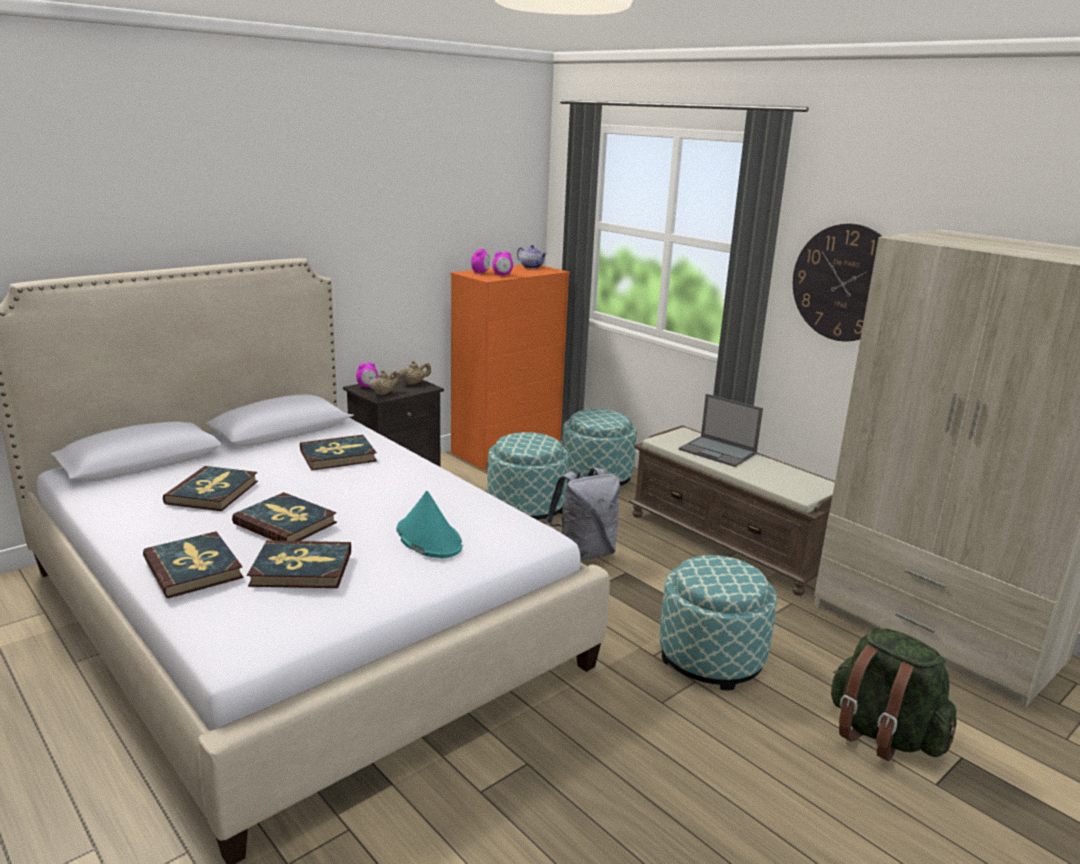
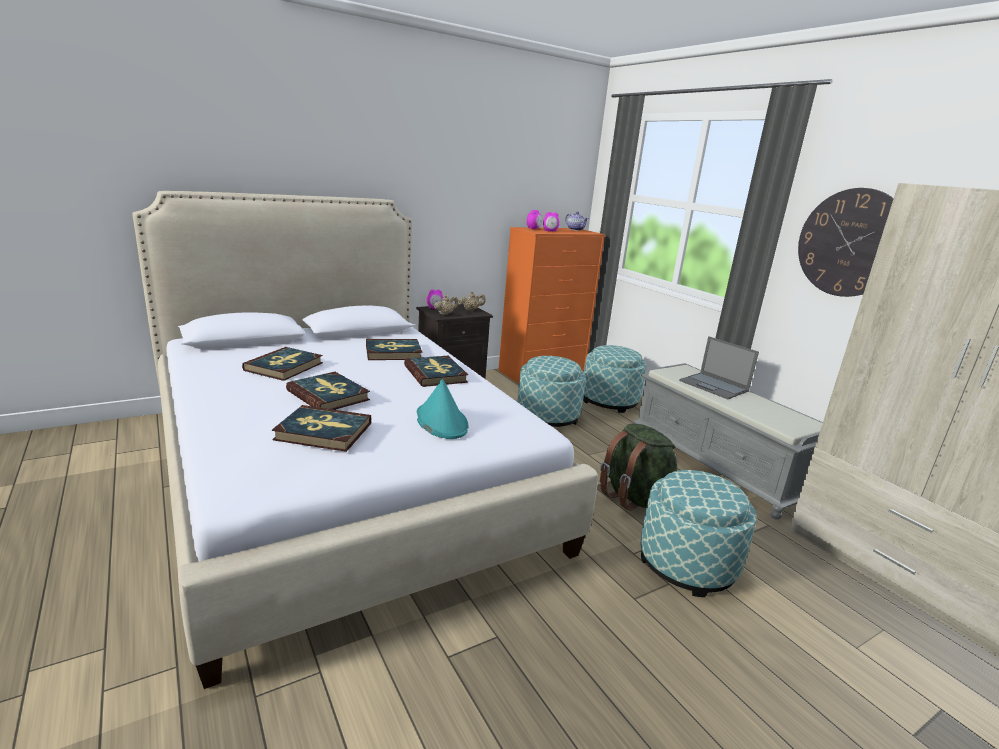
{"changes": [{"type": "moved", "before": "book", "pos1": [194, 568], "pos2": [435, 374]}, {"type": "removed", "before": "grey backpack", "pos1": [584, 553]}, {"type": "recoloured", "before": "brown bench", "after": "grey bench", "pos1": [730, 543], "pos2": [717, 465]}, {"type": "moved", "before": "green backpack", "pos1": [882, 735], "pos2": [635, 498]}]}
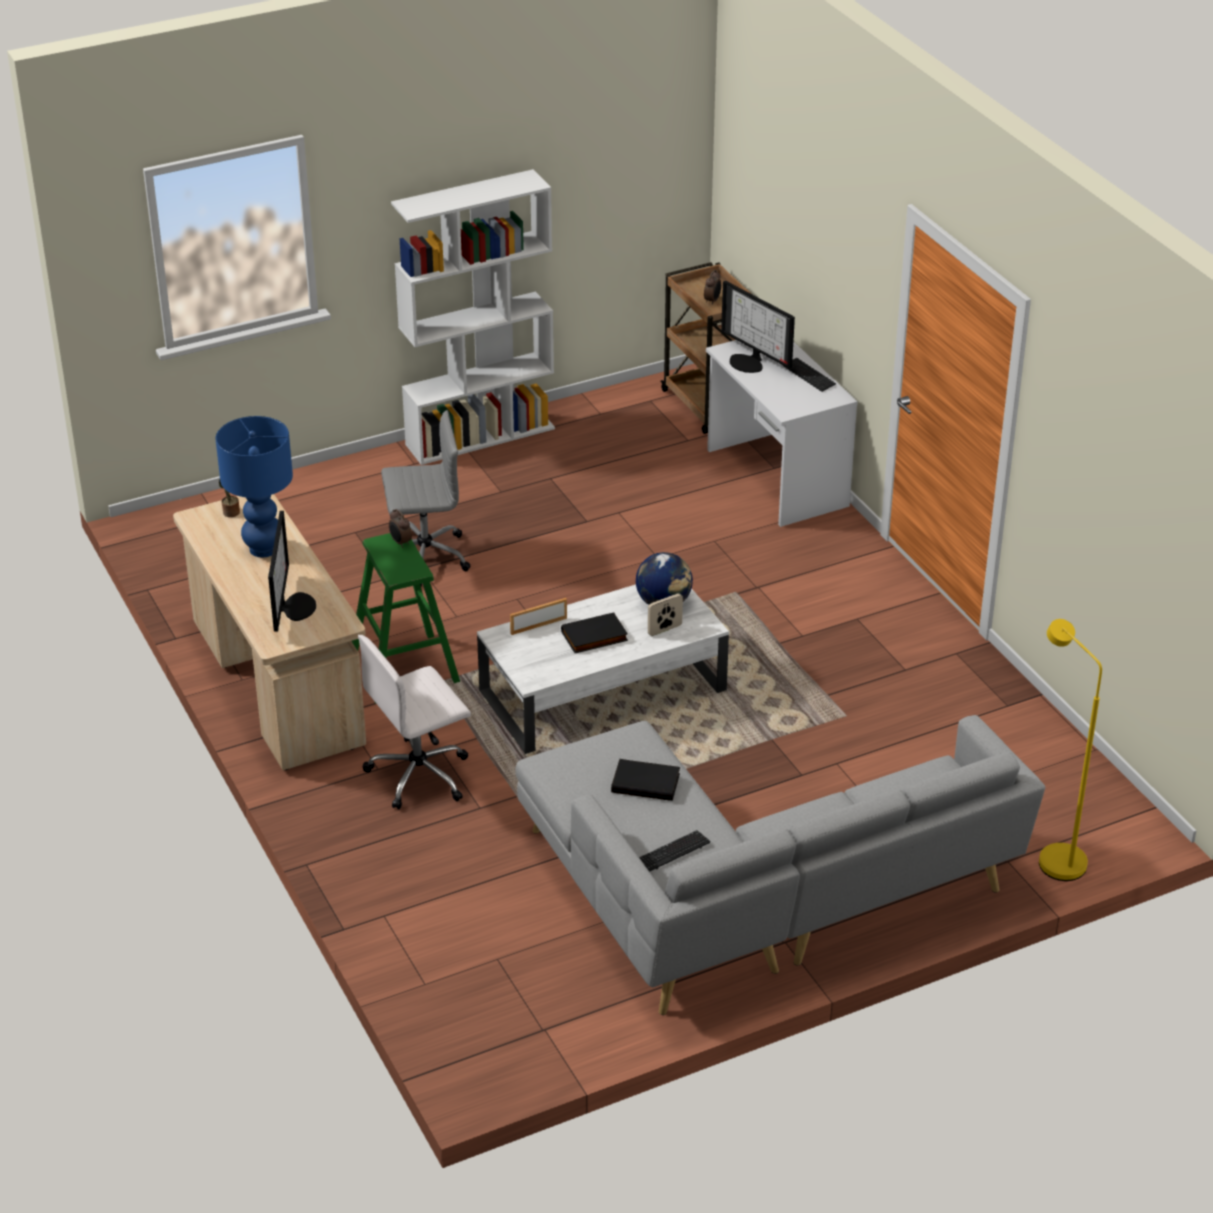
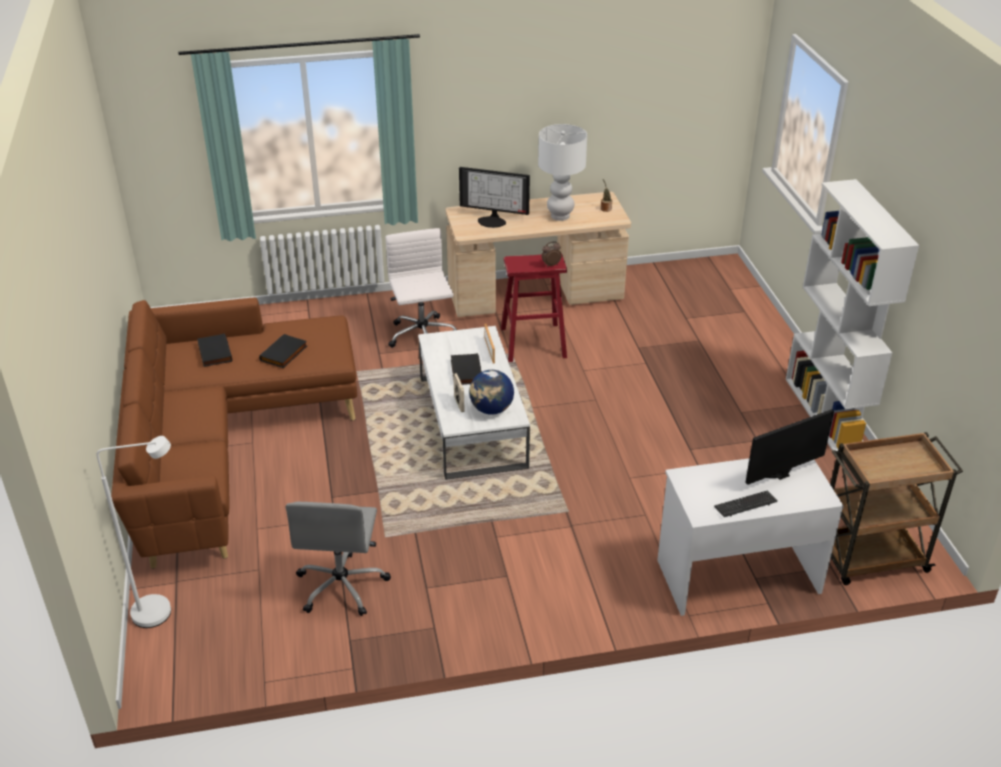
{"changes": [{"type": "recoloured", "before": "blue table lamp", "after": "white table lamp", "pos1": [264, 549], "pos2": [559, 216]}, {"type": "recoloured", "before": "green stool", "after": "red stool", "pos1": [404, 668], "pos2": [533, 342]}, {"type": "moved", "before": "grey office chair", "pos1": [423, 557], "pos2": [342, 585]}, {"type": "recoloured", "before": "grey sofa", "after": "brown sofa", "pos1": [750, 900], "pos2": [225, 445]}, {"type": "replaced", "before": "keyboard", "after": "black book", "pos1": [673, 852], "pos2": [213, 352]}, {"type": "removed", "before": "alarm clock", "pos1": [712, 301]}, {"type": "recoloured", "before": "yellow floor lamp", "after": "white floor lamp", "pos1": [1054, 856], "pos2": [163, 611]}]}
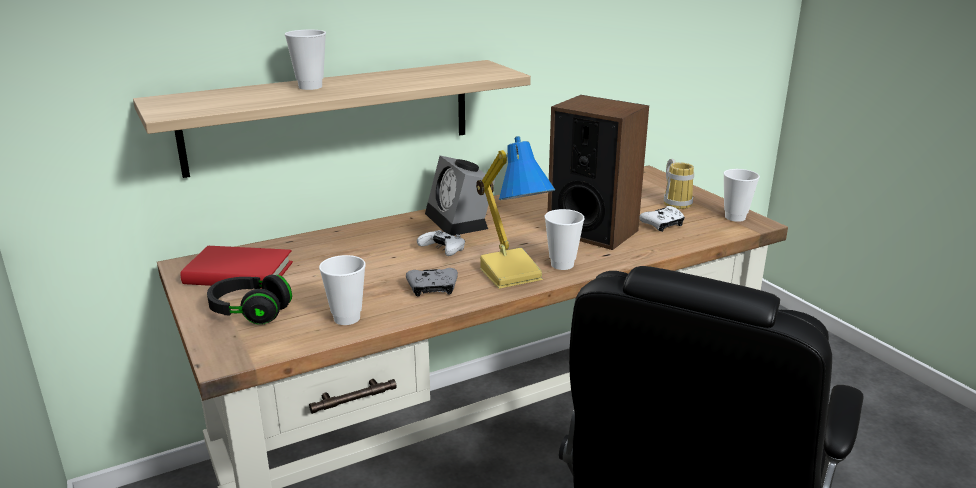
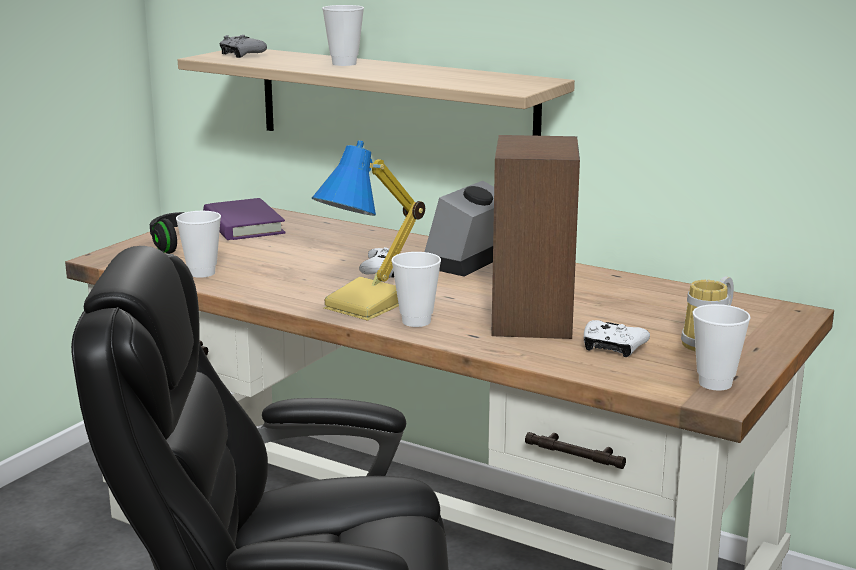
{"changes": [{"type": "recoloured", "before": "red book", "after": "purple book", "pos1": [239, 273], "pos2": [243, 225]}, {"type": "moved", "before": "grey game controller", "pos1": [432, 289], "pos2": [241, 55]}]}
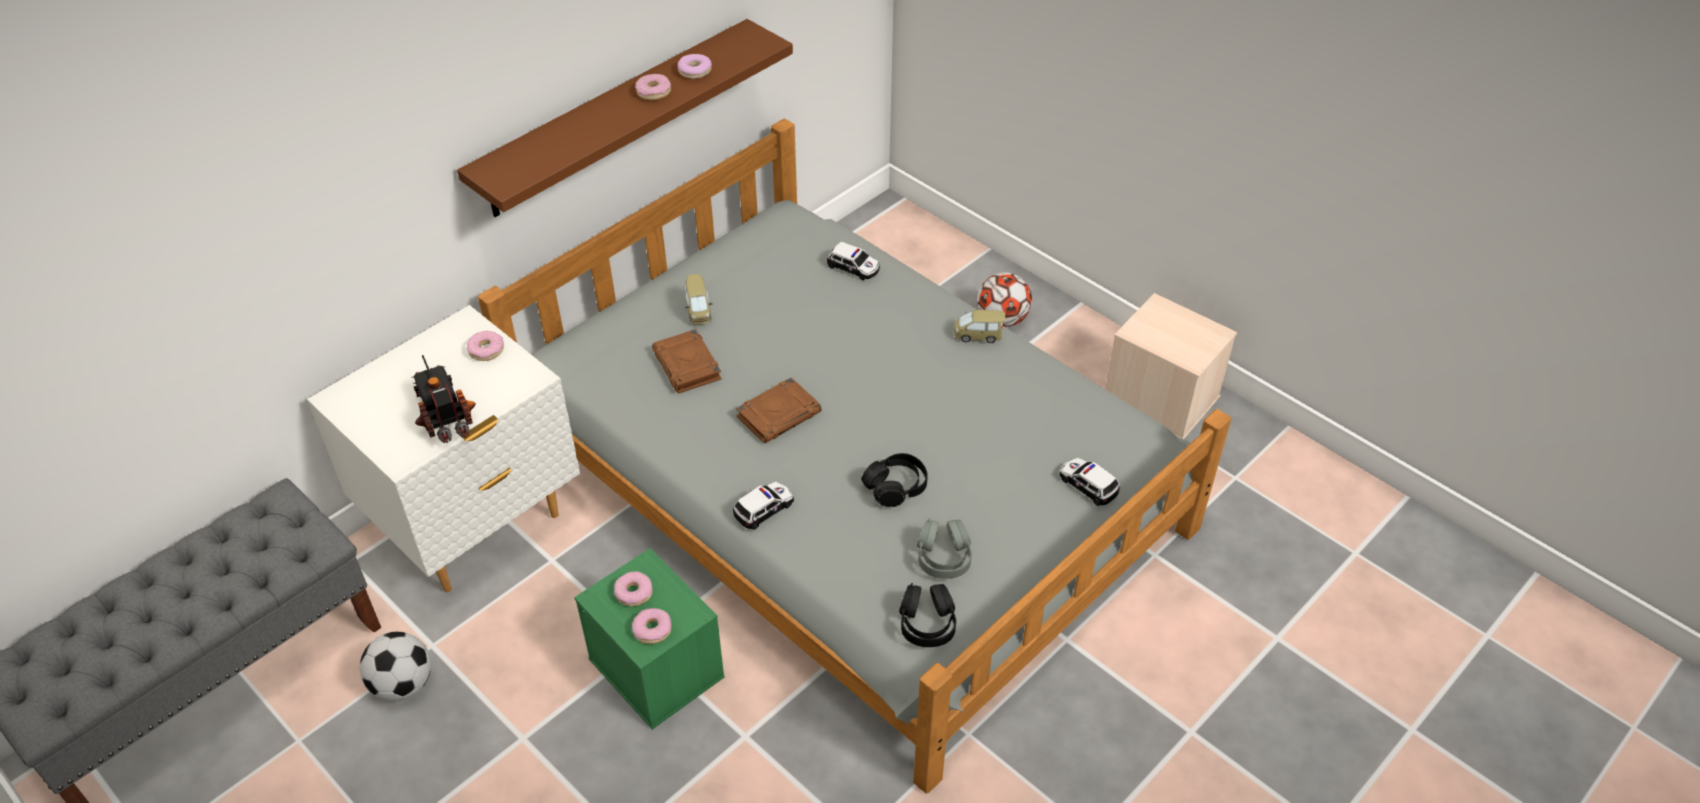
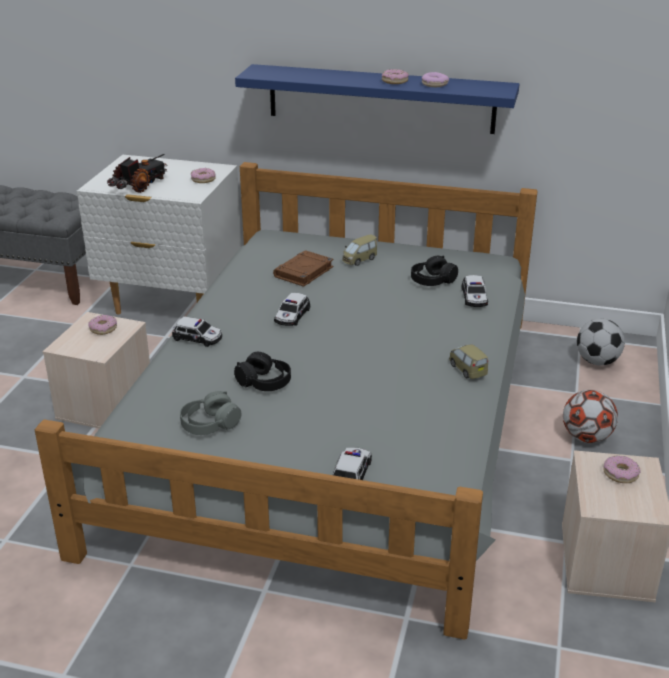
{"changes": [{"type": "moved", "before": "football", "pos1": [404, 684], "pos2": [597, 361]}, {"type": "recoloured", "before": "brown shelf", "after": "blue shelf", "pos1": [615, 118], "pos2": [380, 99]}, {"type": "recoloured", "before": "green storage box", "after": "beige storage box", "pos1": [658, 668], "pos2": [105, 404]}, {"type": "moved", "before": "donut", "pos1": [652, 630], "pos2": [620, 474]}, {"type": "replaced", "before": "brown book", "after": "toy car", "pos1": [779, 414], "pos2": [292, 316]}, {"type": "moved", "before": "black headphones", "pos1": [927, 623], "pos2": [432, 280]}]}
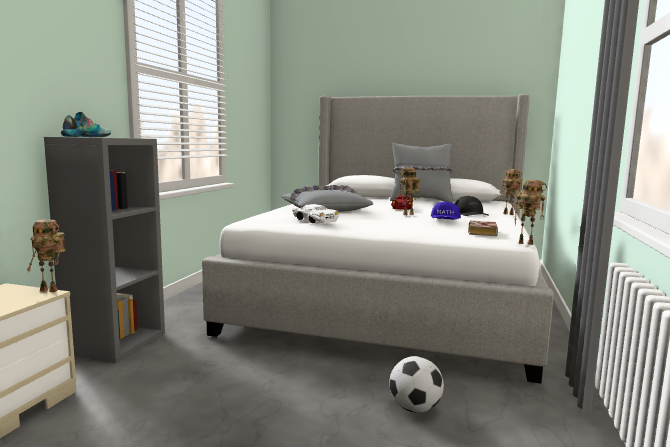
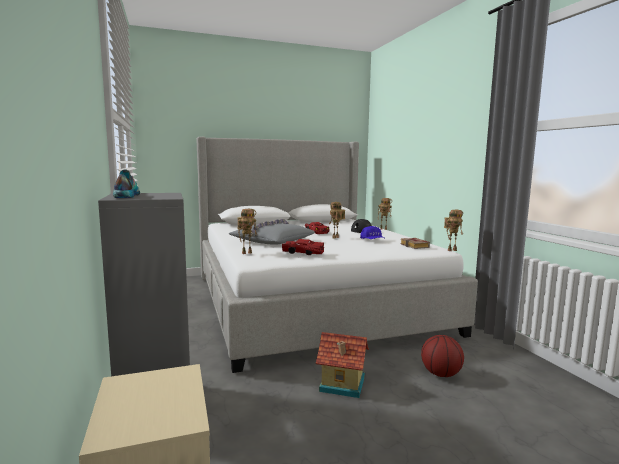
{"changes": [{"type": "moved", "before": "toy robot", "pos1": [51, 290], "pos2": [247, 253]}, {"type": "recoloured", "before": "white toy car", "after": "red toy car", "pos1": [314, 220], "pos2": [302, 252]}, {"type": "replaced", "before": "football", "after": "basketball", "pos1": [415, 408], "pos2": [441, 374]}, {"type": "removed", "before": "grey pillow", "pos1": [420, 201]}, {"type": "added", "after": "toy house", "pos2": [342, 385]}]}
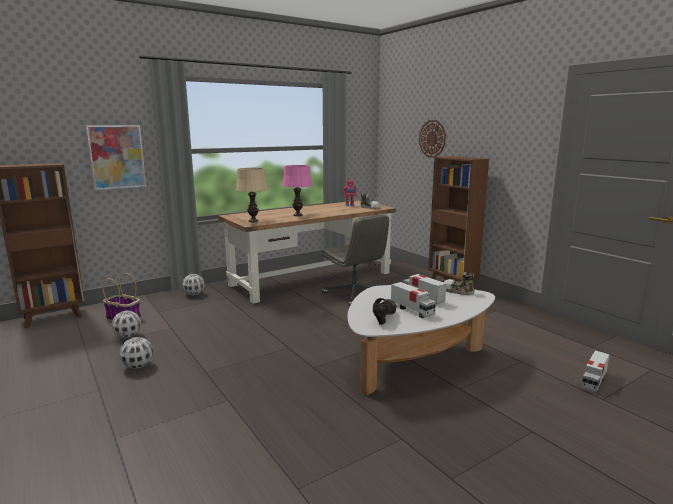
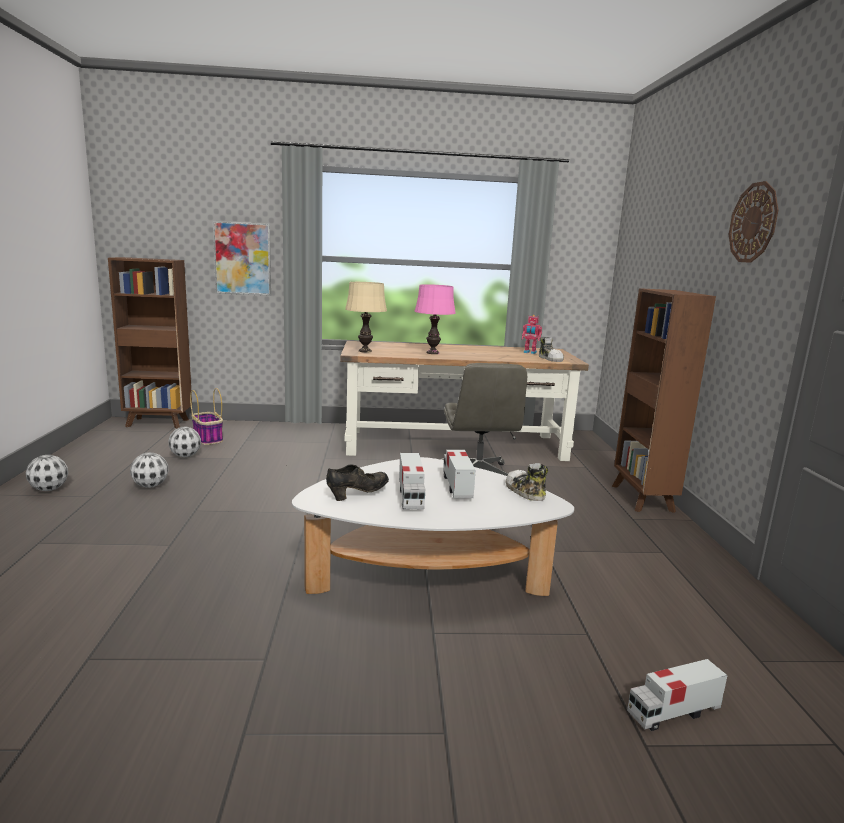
{"changes": [{"type": "moved", "before": "football", "pos1": [194, 294], "pos2": [49, 490]}, {"type": "moved", "before": "wall clock", "pos1": [432, 138], "pos2": [753, 223]}]}
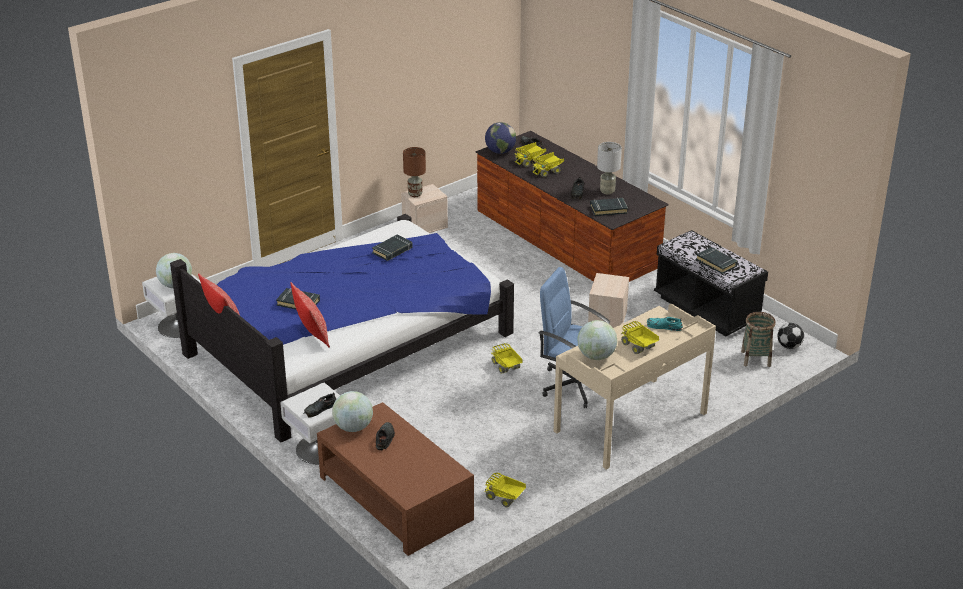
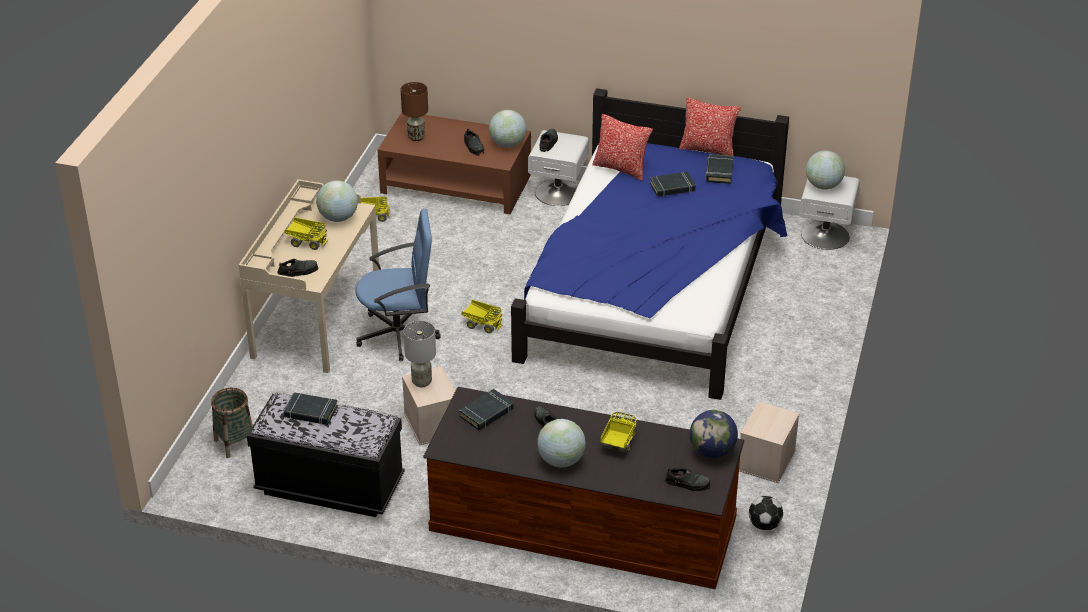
{"changes": [{"type": "moved", "before": "black book", "pos1": [392, 250], "pos2": [719, 172]}, {"type": "moved", "before": "brown table lamp", "pos1": [415, 194], "pos2": [416, 137]}, {"type": "removed", "before": "toy truck", "pos1": [530, 161]}, {"type": "moved", "before": "grey table lamp", "pos1": [607, 191], "pos2": [421, 382]}, {"type": "recoloured", "before": "turquoise shoe", "after": "black shoe", "pos1": [663, 326], "pos2": [298, 271]}, {"type": "moved", "before": "football", "pos1": [789, 346], "pos2": [765, 525]}, {"type": "added", "after": "globe", "pos2": [561, 461]}]}
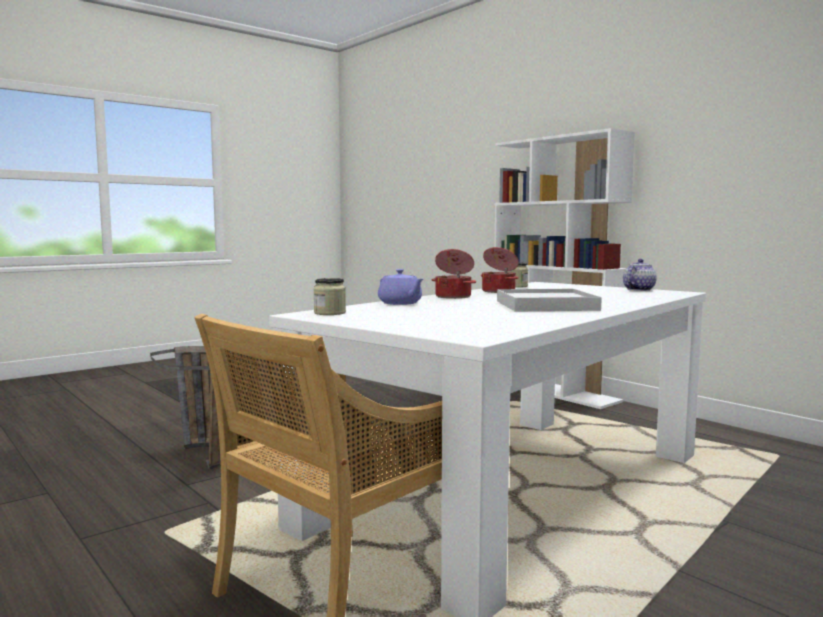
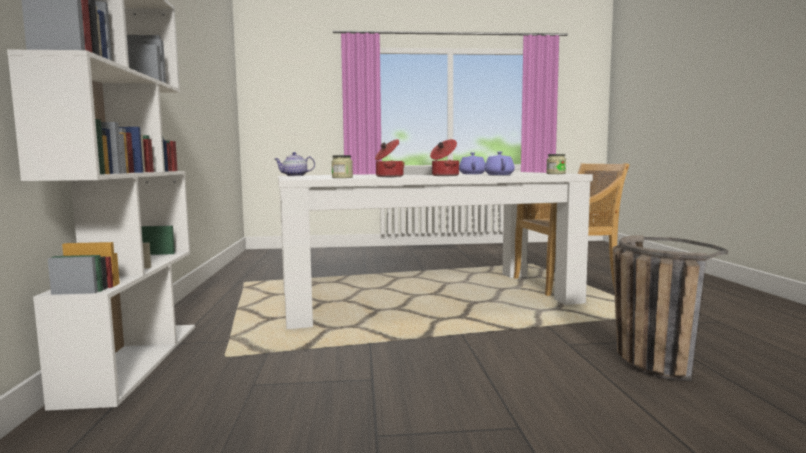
{"changes": [{"type": "added", "after": "purple teapot", "pos2": [472, 174]}]}
